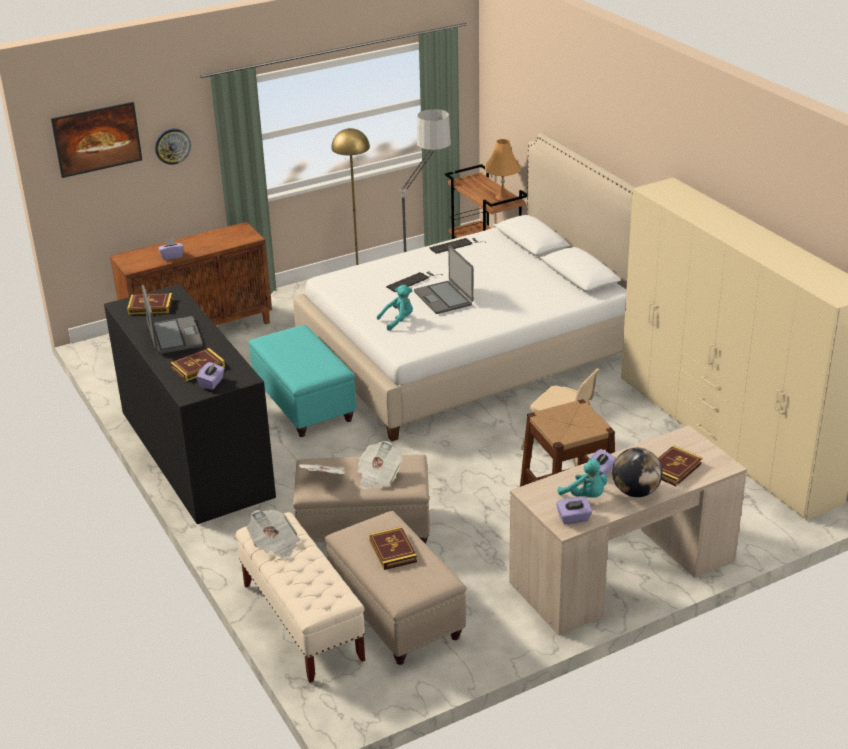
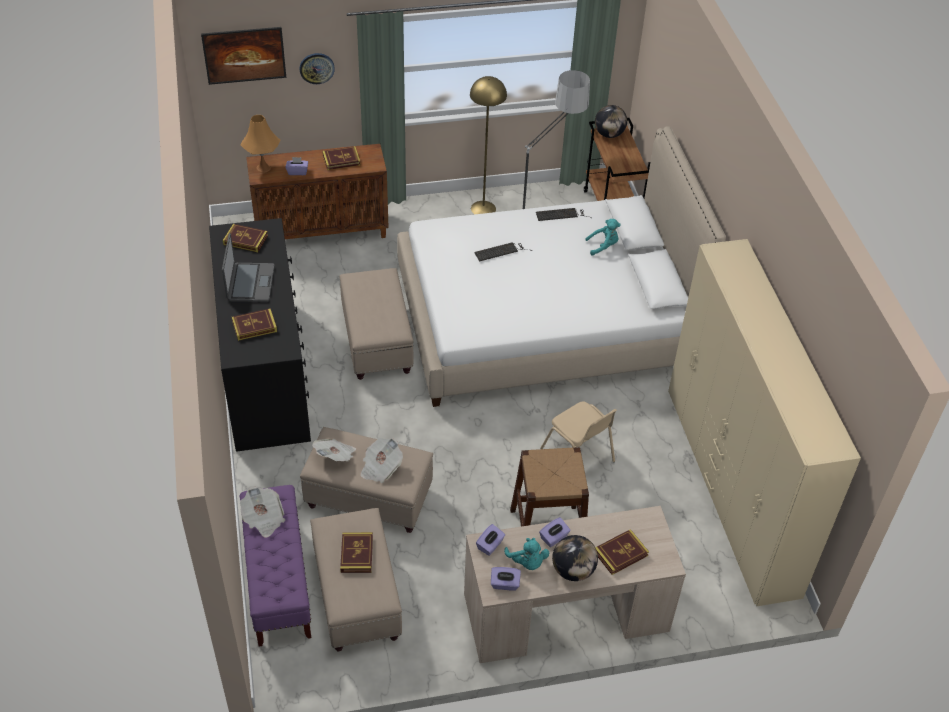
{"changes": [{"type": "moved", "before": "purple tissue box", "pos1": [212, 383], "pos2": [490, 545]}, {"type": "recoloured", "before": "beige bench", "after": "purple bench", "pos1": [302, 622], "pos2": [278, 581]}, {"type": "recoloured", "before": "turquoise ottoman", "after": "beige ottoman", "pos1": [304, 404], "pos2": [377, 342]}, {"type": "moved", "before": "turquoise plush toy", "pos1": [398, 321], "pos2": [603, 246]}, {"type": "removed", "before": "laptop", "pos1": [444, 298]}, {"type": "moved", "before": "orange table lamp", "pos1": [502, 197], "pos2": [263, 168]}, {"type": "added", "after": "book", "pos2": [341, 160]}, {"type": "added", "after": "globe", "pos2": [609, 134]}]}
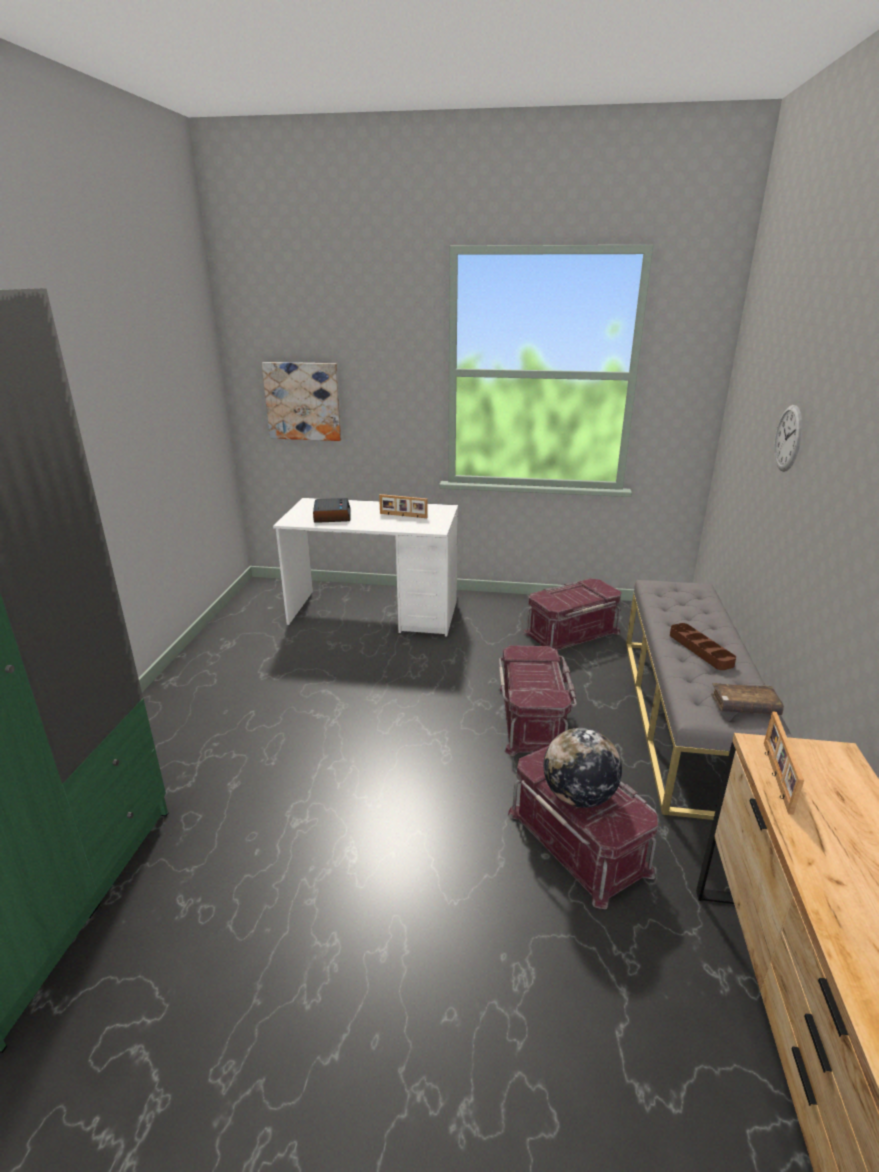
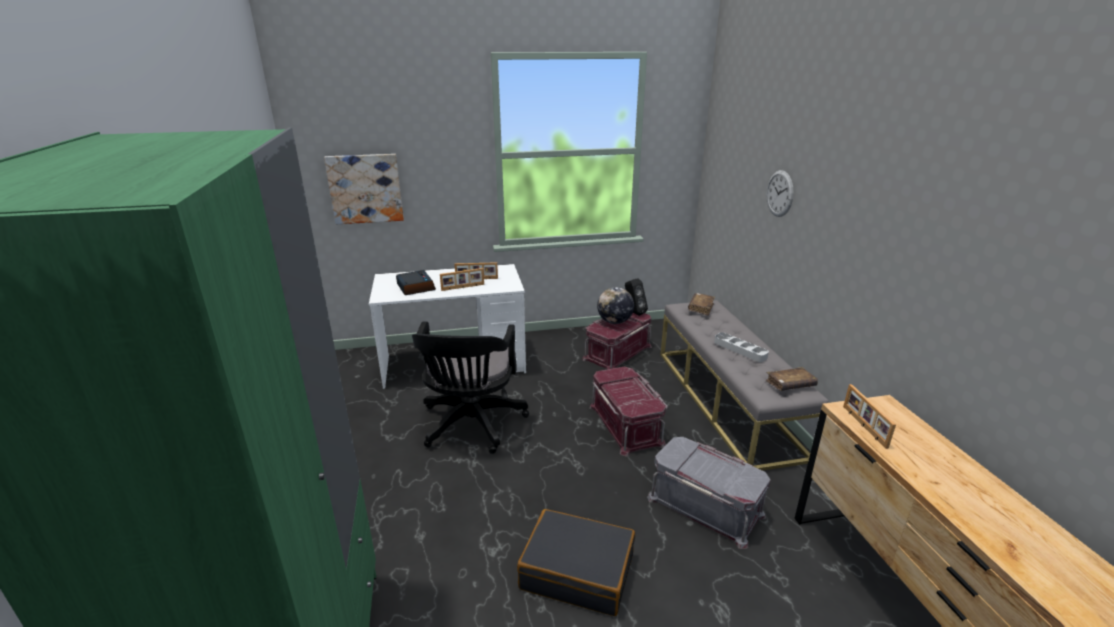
{"changes": [{"type": "recoloured", "before": "red storage box", "after": "grey storage box", "pos1": [579, 841], "pos2": [706, 506]}, {"type": "moved", "before": "globe", "pos1": [578, 796], "pos2": [614, 322]}, {"type": "recoloured", "before": "brown tray", "after": "grey tray", "pos1": [700, 649], "pos2": [740, 349]}, {"type": "added", "after": "black office chair", "pos2": [471, 426]}, {"type": "added", "after": "picture frame", "pos2": [463, 287]}, {"type": "added", "after": "black suitcase", "pos2": [577, 571]}, {"type": "added", "after": "black speaker", "pos2": [633, 312]}, {"type": "added", "after": "brown book", "pos2": [701, 308]}]}
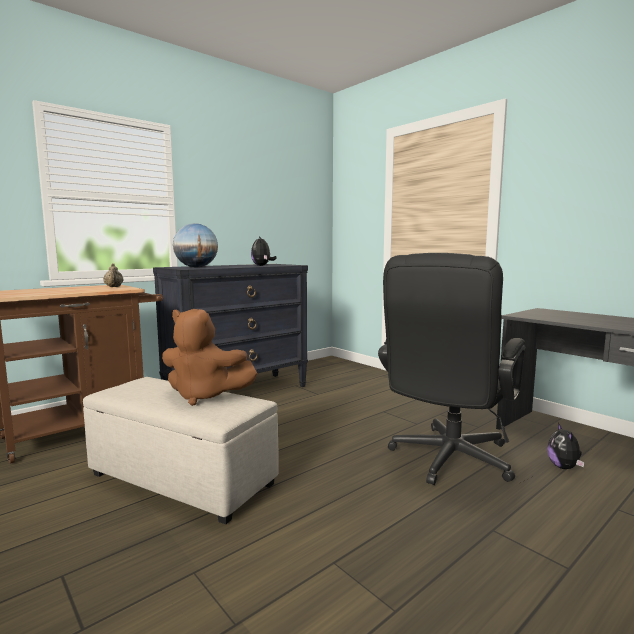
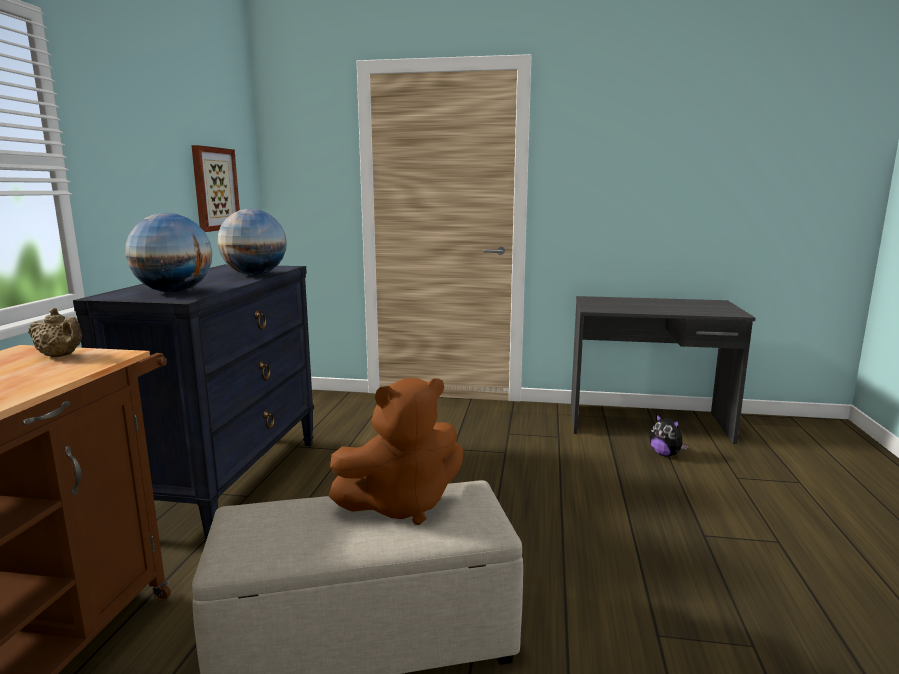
{"changes": [{"type": "replaced", "before": "plush toy", "after": "globe", "pos1": [262, 266], "pos2": [255, 275]}, {"type": "removed", "before": "black office chair", "pos1": [447, 461]}, {"type": "added", "after": "picture", "pos2": [214, 189]}]}
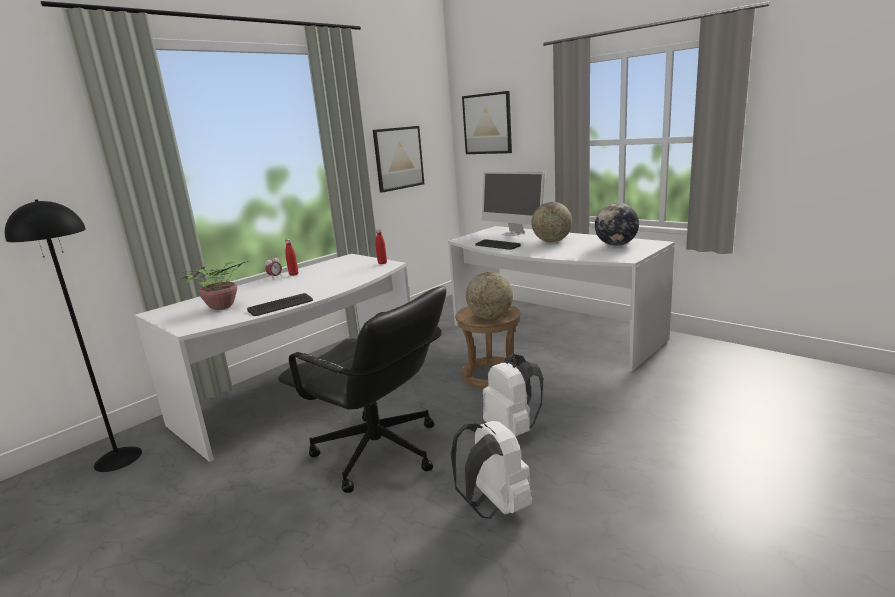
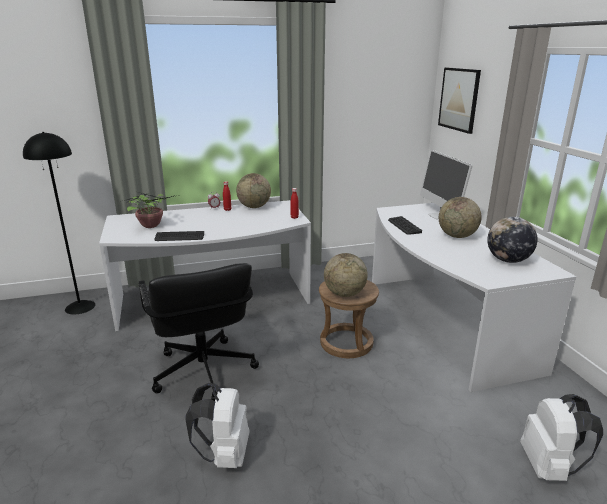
{"changes": [{"type": "removed", "before": "picture", "pos1": [398, 158]}, {"type": "moved", "before": "white backpack", "pos1": [513, 430], "pos2": [549, 467]}, {"type": "added", "after": "globe", "pos2": [254, 207]}]}
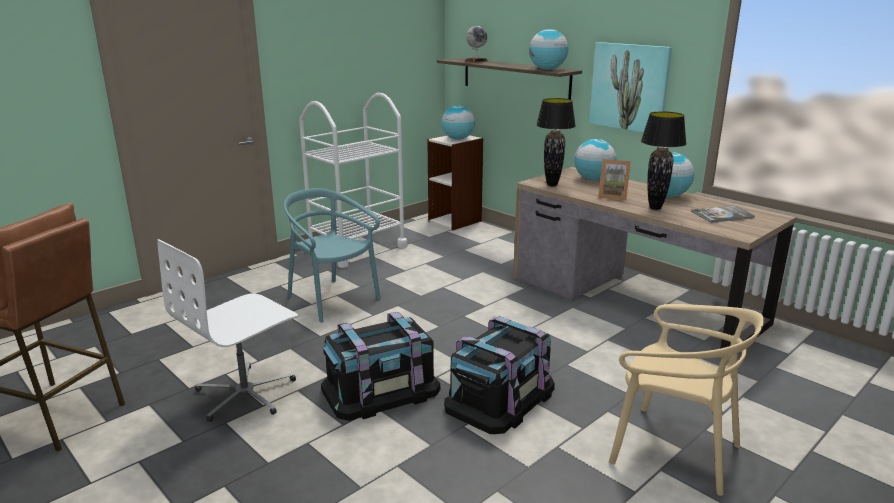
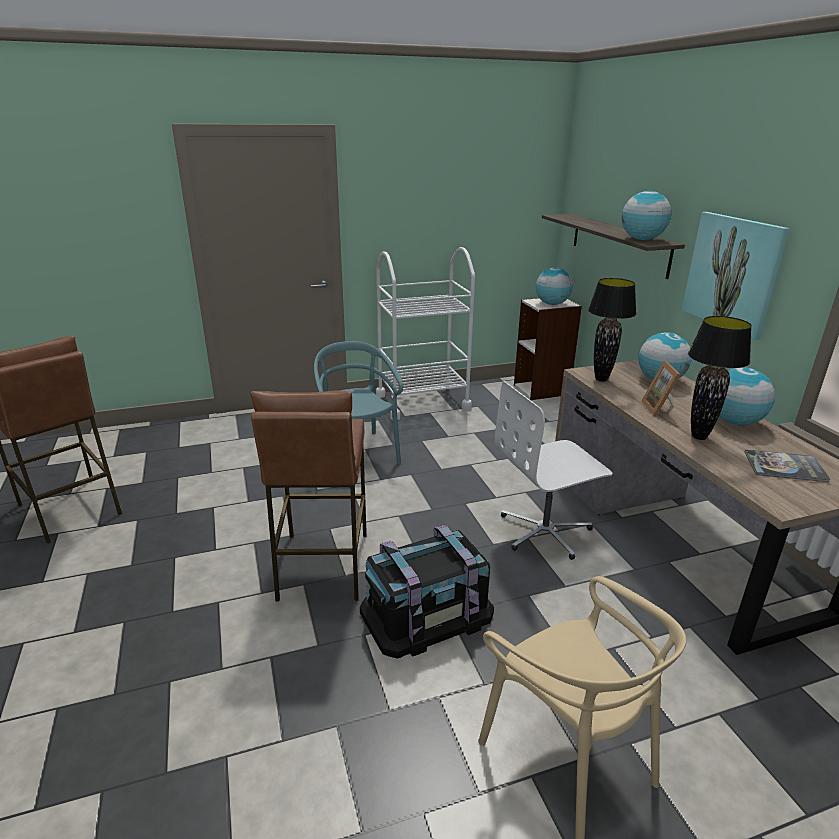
{"changes": [{"type": "moved", "before": "white office chair", "pos1": [246, 394], "pos2": [545, 531]}, {"type": "replaced", "before": "black storage box", "after": "brown stool", "pos1": [381, 390], "pos2": [322, 566]}, {"type": "removed", "before": "globe", "pos1": [476, 61]}, {"type": "turned", "before": "picture frame", "pos1": [613, 196], "pos2": [660, 409], "turn": 45}]}
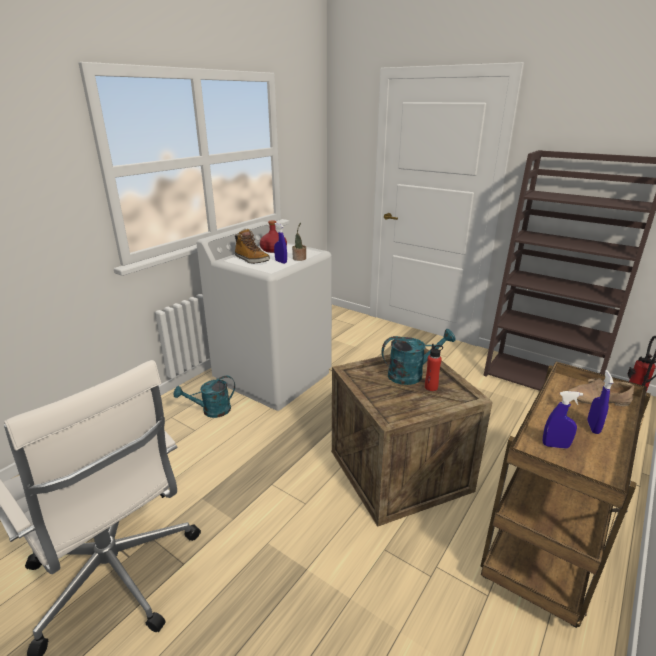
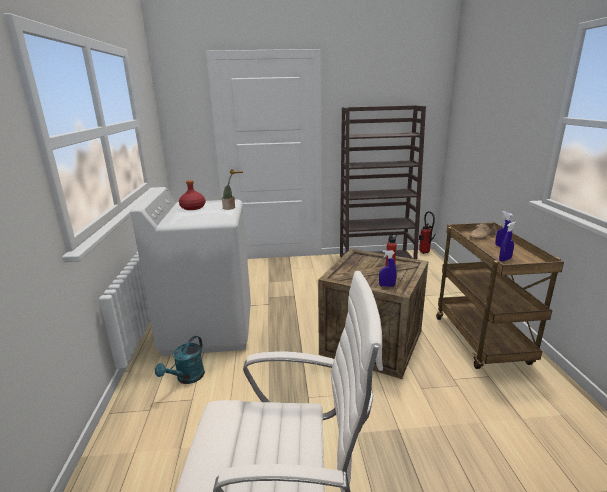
{"changes": [{"type": "removed", "before": "boot", "pos1": [251, 260]}, {"type": "moved", "before": "blue spray bottle", "pos1": [281, 262], "pos2": [387, 286]}, {"type": "removed", "before": "turquoise watering can", "pos1": [411, 374]}]}
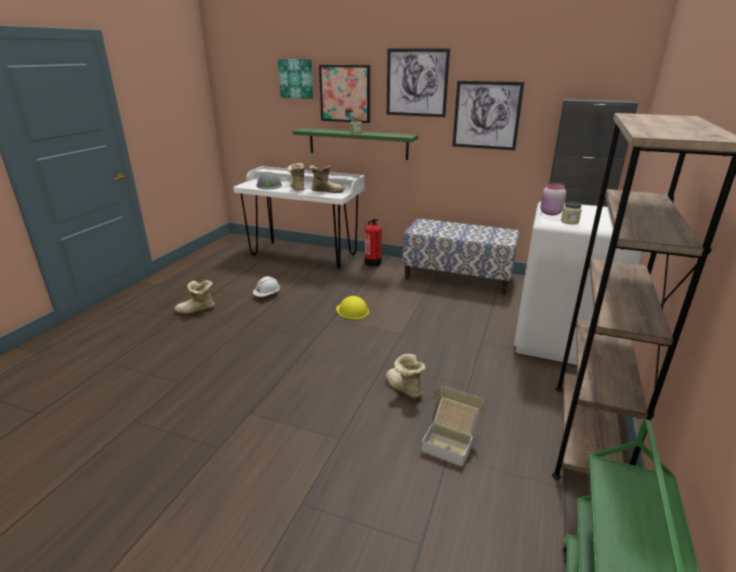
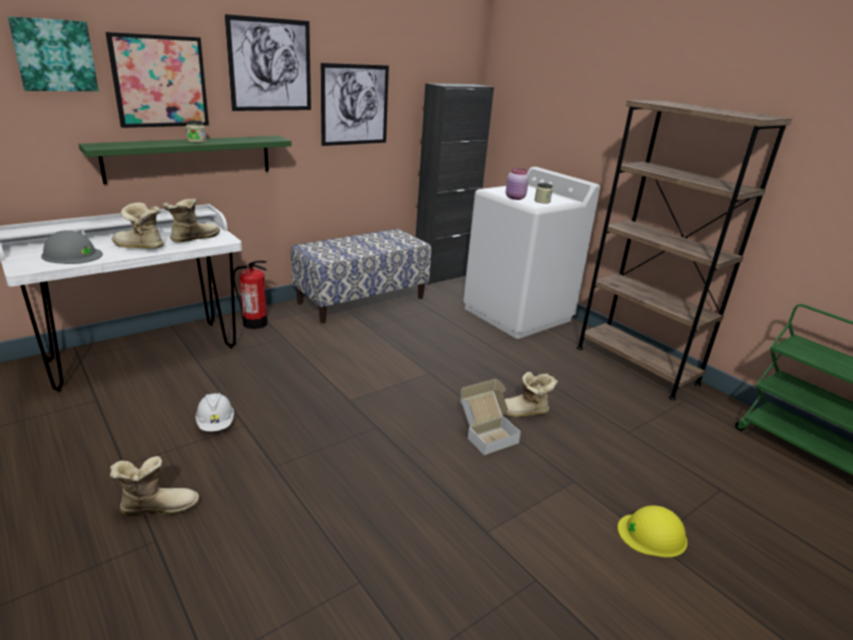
{"changes": [{"type": "turned", "before": "boot", "pos1": [197, 310], "pos2": [158, 505], "turn": -120}, {"type": "moved", "before": "yellow hard hat", "pos1": [352, 310], "pos2": [652, 534]}, {"type": "moved", "before": "cardboard box", "pos1": [450, 441], "pos2": [486, 434]}]}
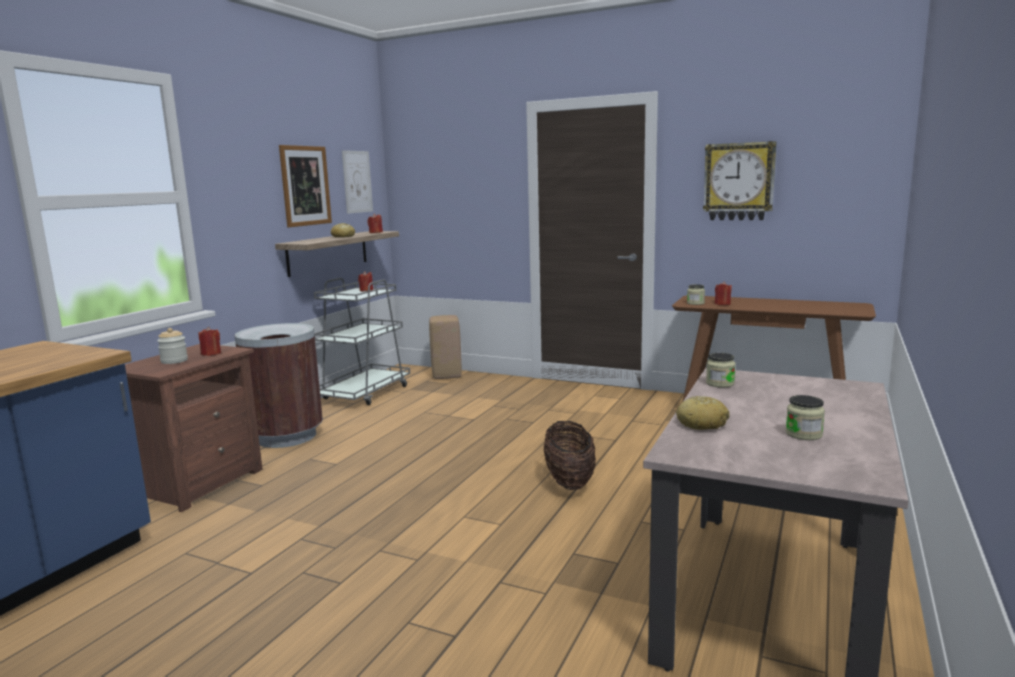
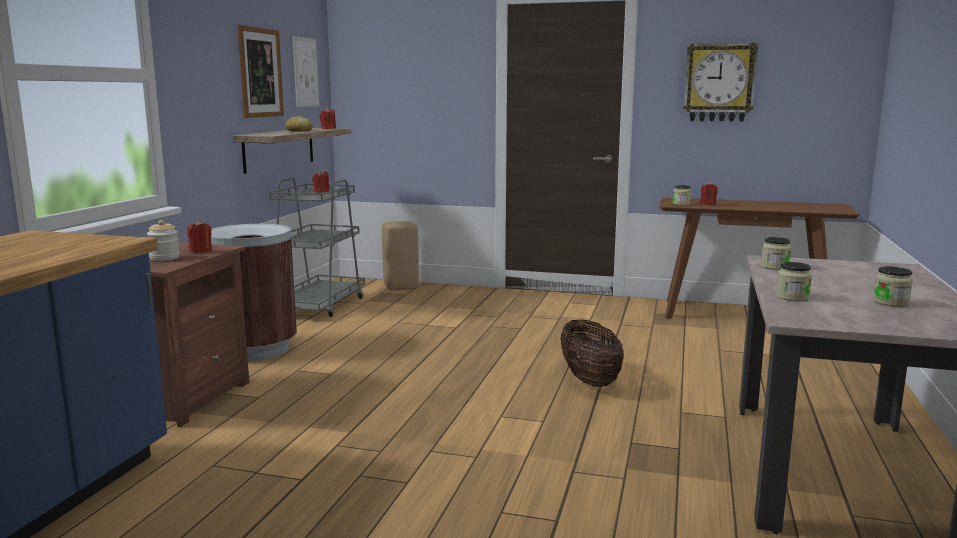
{"changes": [{"type": "replaced", "before": "bread", "after": "jar", "pos1": [702, 423], "pos2": [792, 297]}]}
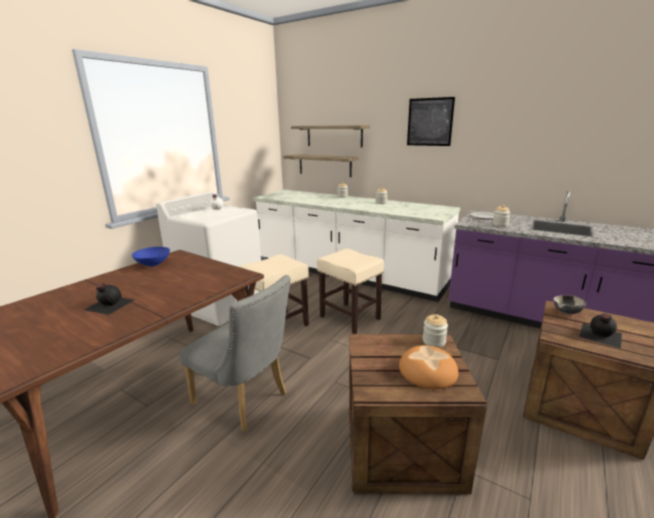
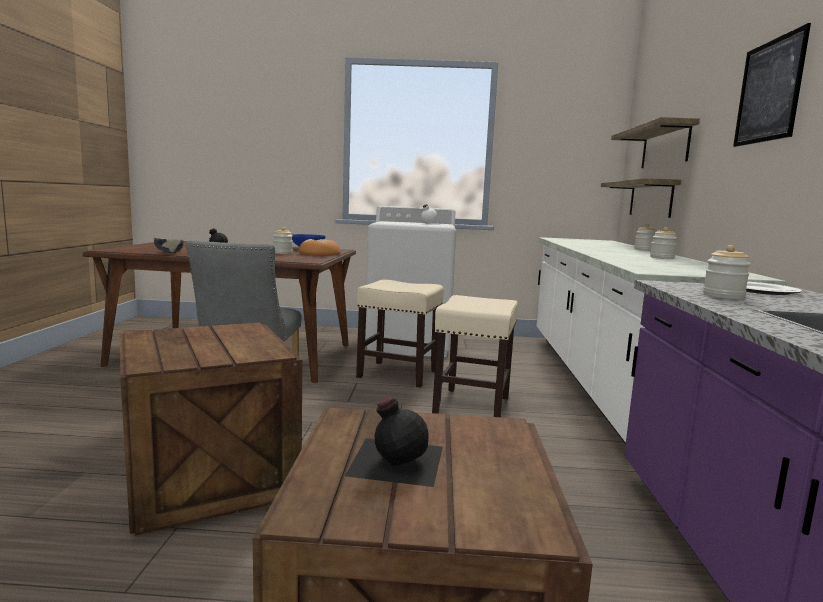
{"changes": [{"type": "moved", "before": "bread", "pos1": [428, 371], "pos2": [319, 254]}, {"type": "moved", "before": "jar", "pos1": [434, 341], "pos2": [283, 253]}, {"type": "moved", "before": "bowl", "pos1": [566, 312], "pos2": [169, 253]}]}
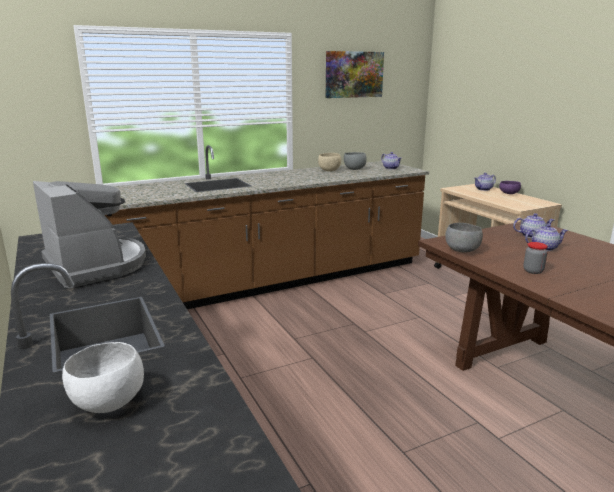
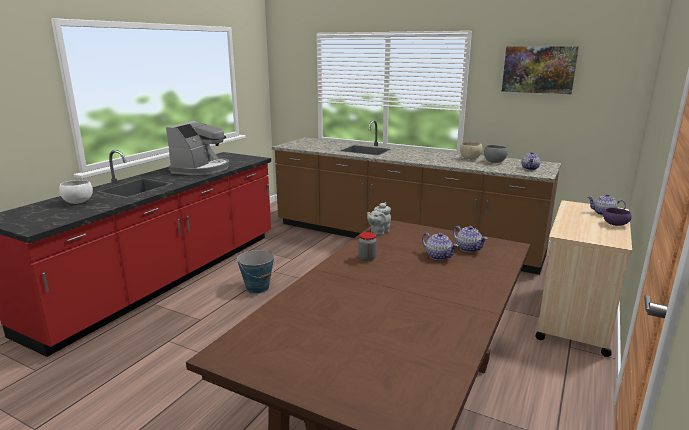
{"changes": [{"type": "replaced", "before": "grey bowl", "after": "grey teapot", "pos1": [461, 250], "pos2": [378, 232]}, {"type": "added", "after": "bucket", "pos2": [257, 288]}]}
